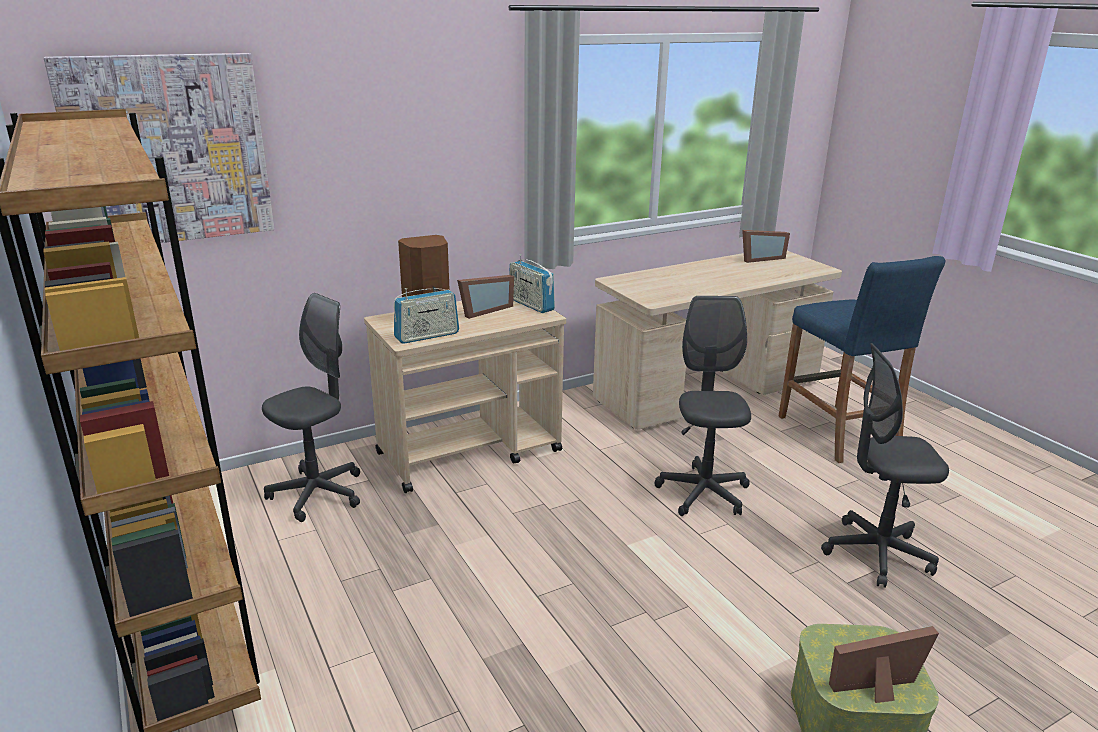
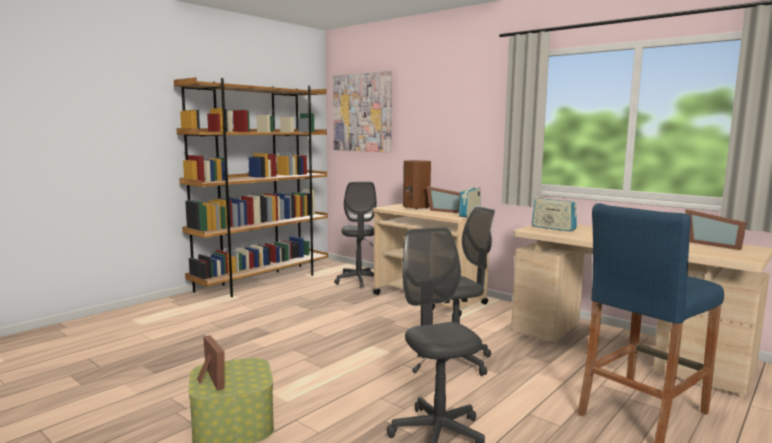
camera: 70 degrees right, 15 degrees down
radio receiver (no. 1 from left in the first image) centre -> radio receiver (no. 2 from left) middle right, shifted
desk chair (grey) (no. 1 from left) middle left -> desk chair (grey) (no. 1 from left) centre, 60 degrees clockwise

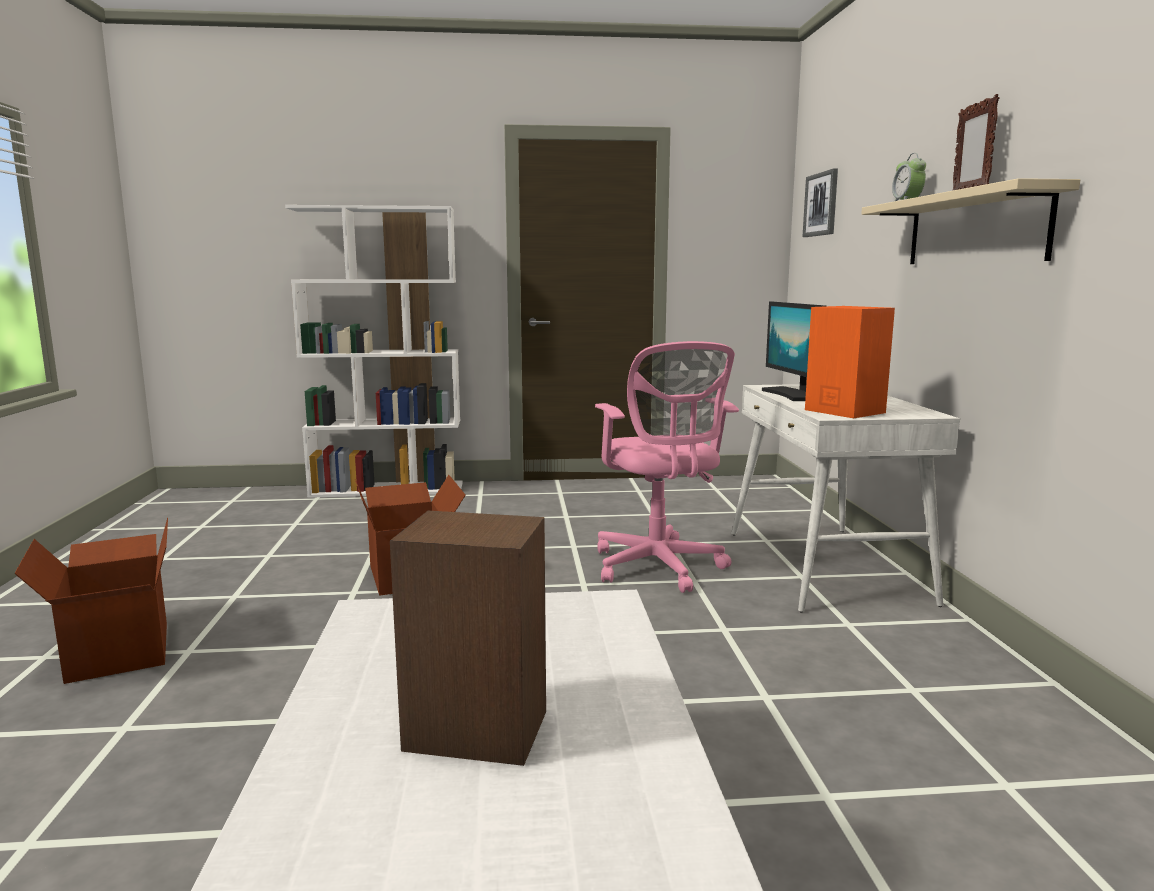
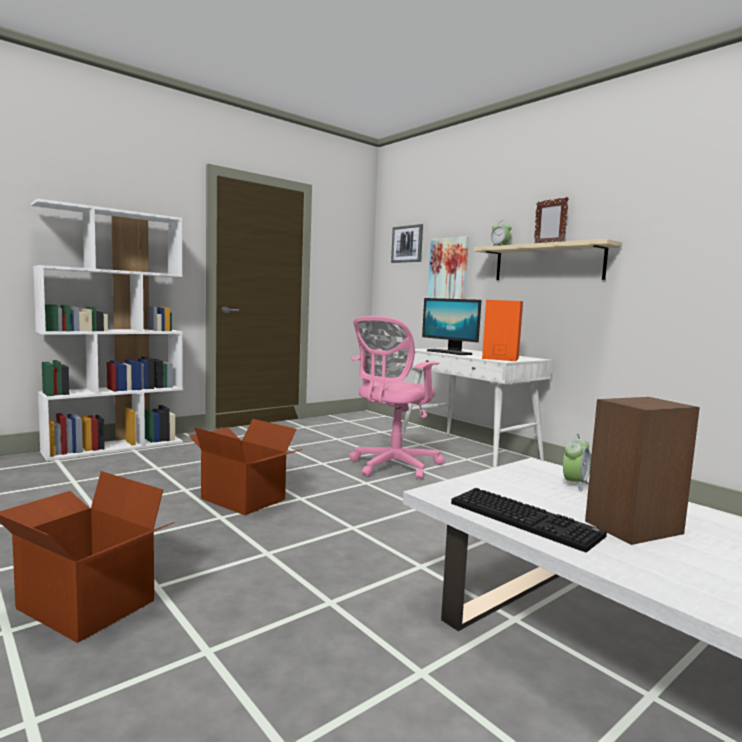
camera: 35 degrees left, 5 degrees down
desk chair (pink) centre, 90 degrees clockwise
none -> wall art (no. 2 from left) centre
none -> table clock (no. 2 from left) middle right
none -> keyboard bottom right

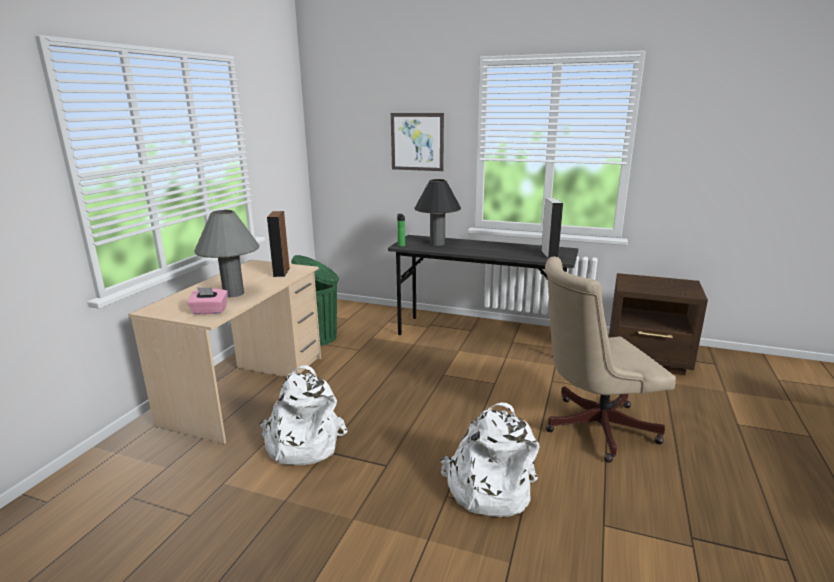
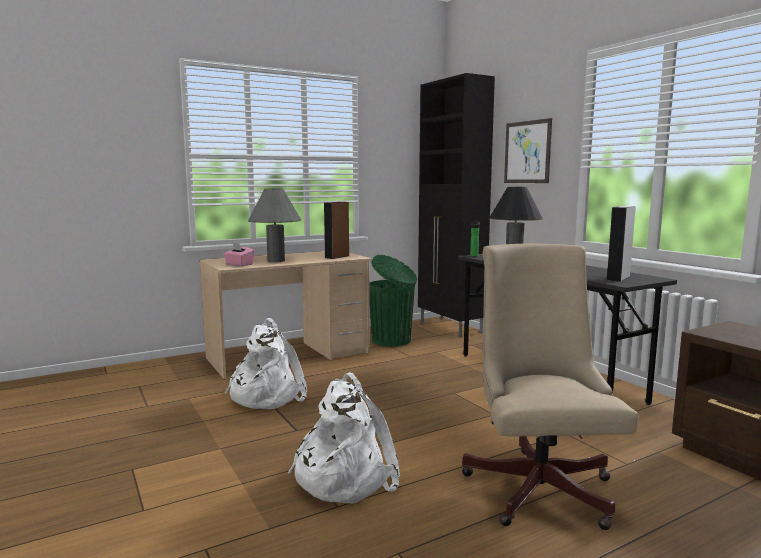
camera: 40 degrees right, 10 degrees down
desk chair (sand-coloured) middle right -> desk chair (sand-coloured) bottom right, 60 degrees clockwise
none -> cabinet (blackish) centre

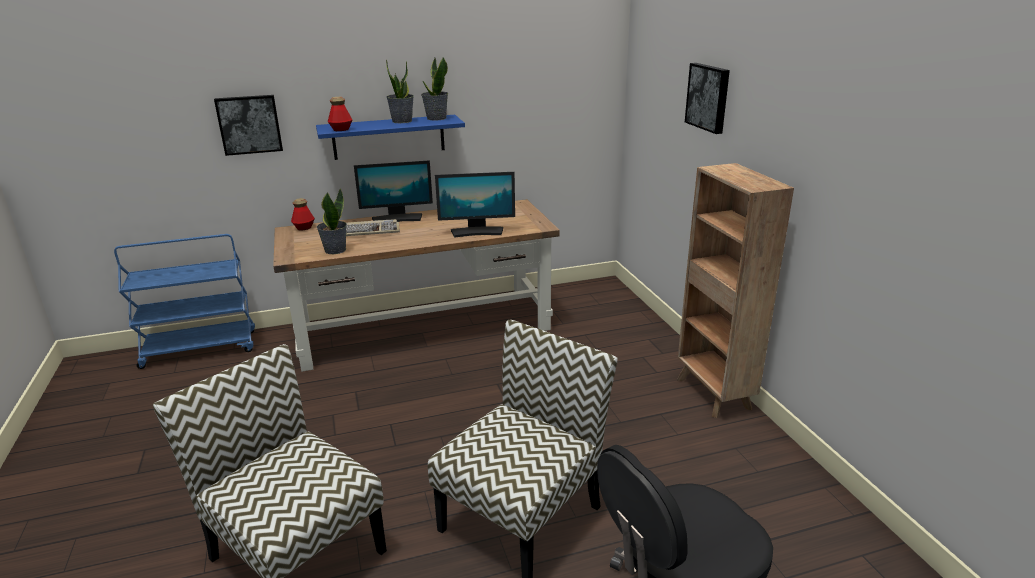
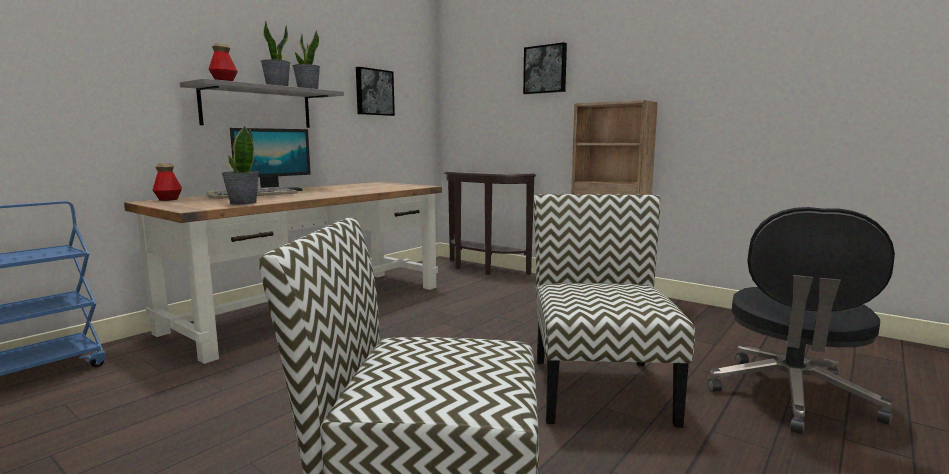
camera: 35 degrees left, 15 degrees down
wall art (no. 1 from left) top left -> wall art (no. 1 from left) top centre, shifted
shelf (blue) top centre -> shelf (grey) top left
computer screen (no. 2 from left) centre -> none
none -> hall table (brown) centre

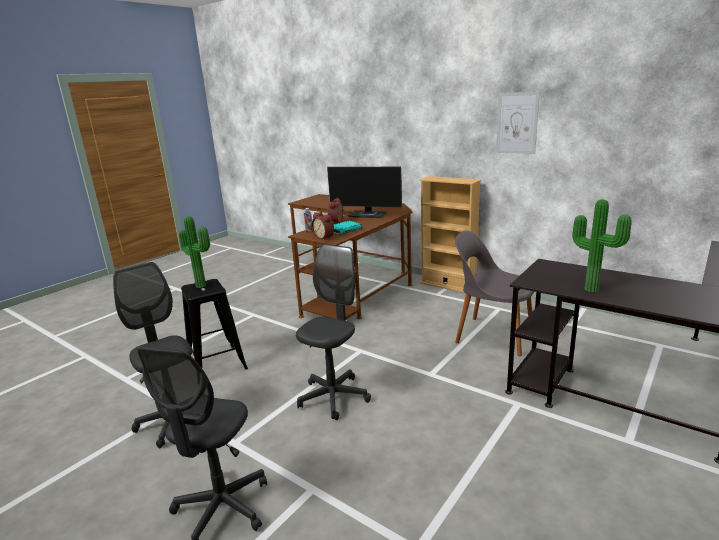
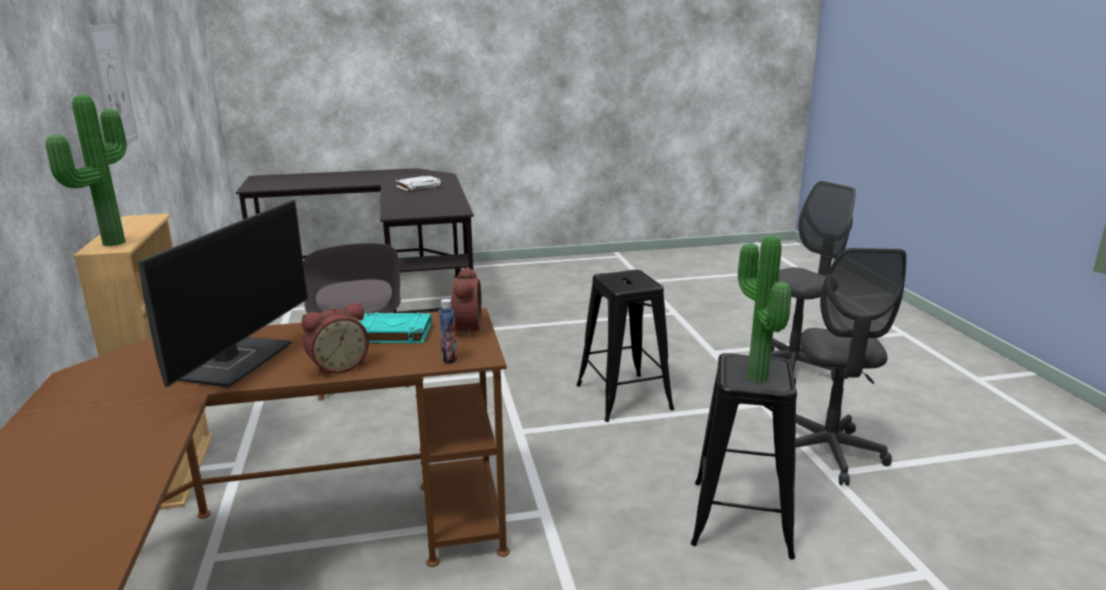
camera: 140 degrees left, 0 degrees up
computer screen centre -> computer screen middle left, 45 degrees clockwise
potted plant (no. 2 from left in the first image) middle right -> potted plant (no. 1 from left) top left, shifted
desk chair (grey) (no. 3 from left) centre -> sitting stool (blackish) (no. 1 from left) centre
none -> volume (whitish) top centre

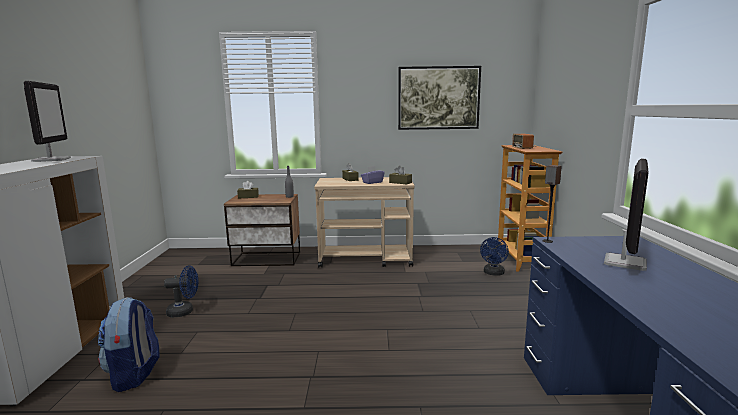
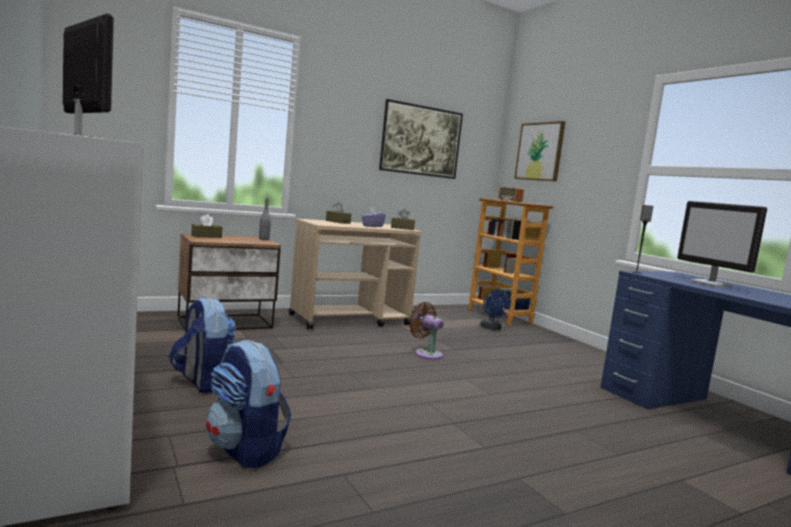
camera: 30 degrees left, 5 degrees down
computer screen (no. 2 from left) middle right, 150 degrees clockwise
cooling fan (blue) (no. 1 from left) bottom left -> rucksack (no. 1 from left) middle left
none -> wall art (no. 2 from left) top right
none -> cooling fan (brown) centre

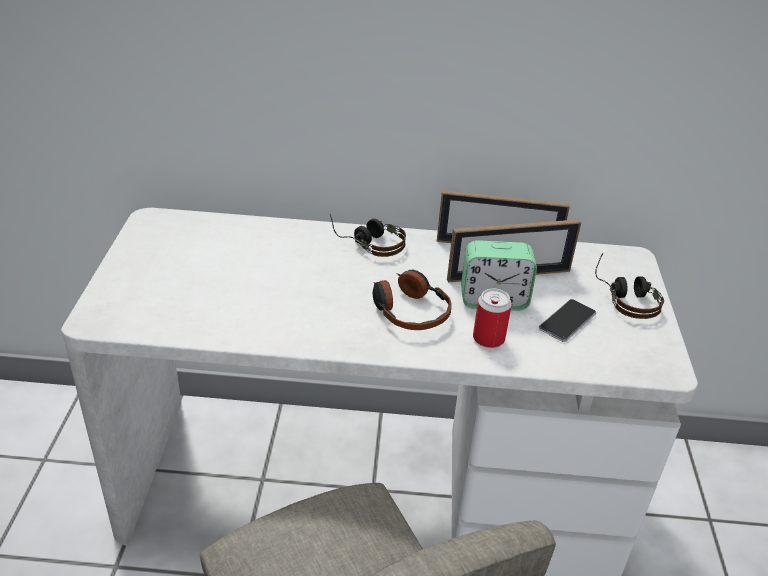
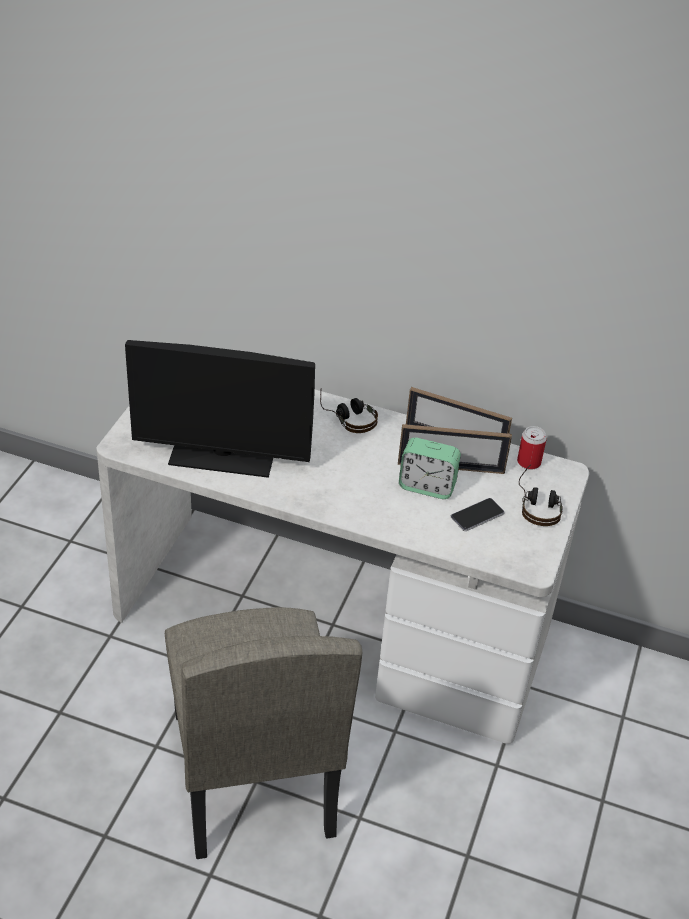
camera: 15 degrees right, 5 degrees up
headphones (no. 2 from left) centre -> none
can centre -> can middle right, shifted
none -> computer screen middle left

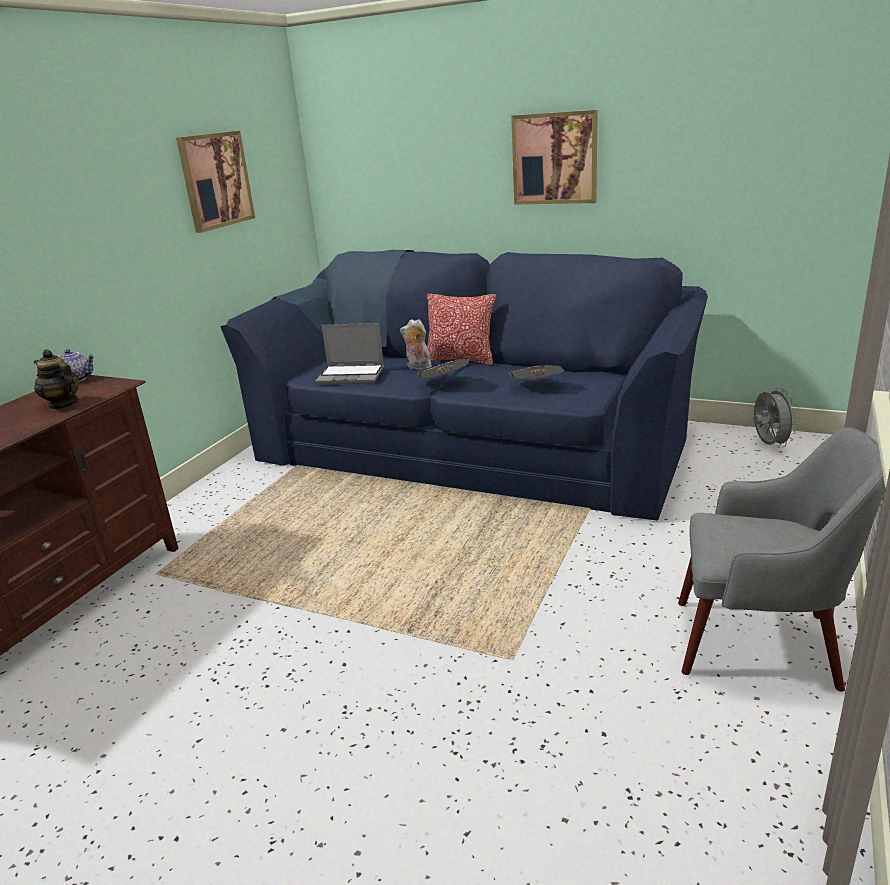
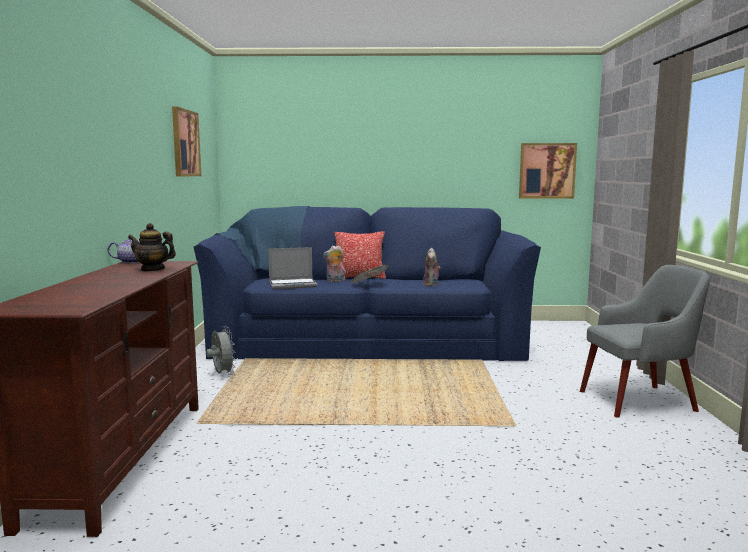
camera: 25 degrees left, 15 degrees down
wall art (no. 2 from left) top centre -> wall art (no. 2 from left) top right, shifted
newspaper (no. 2 from left) centre -> cuddly toy (no. 2 from left) centre
cooling fan (grey) middle right -> cooling fan (grey) middle left, shifted

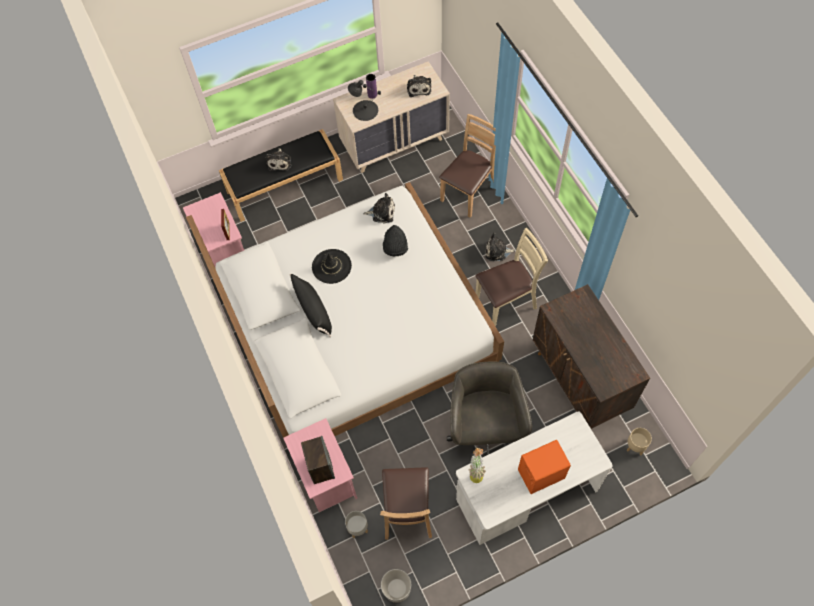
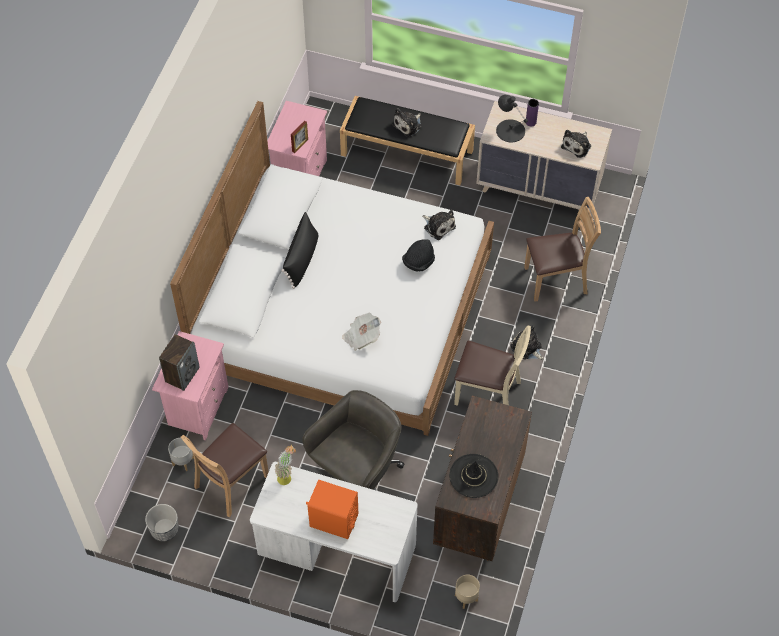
camera: 40 degrees right, 5 degrees down
wearable hat (blackish) (no. 1 from left in the first image) centre -> wearable hat (blackish) (no. 2 from left) bottom centre, shifted
none -> newspaper centre

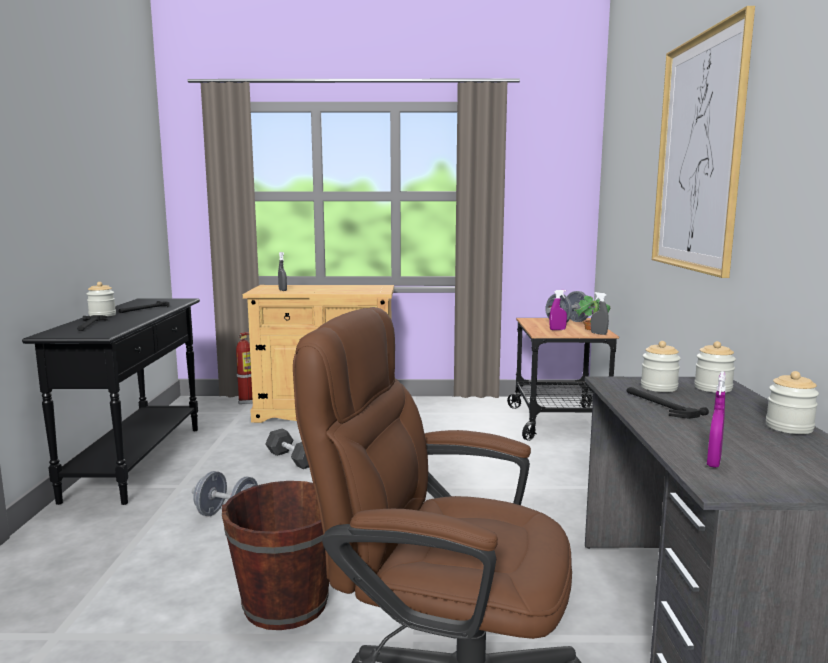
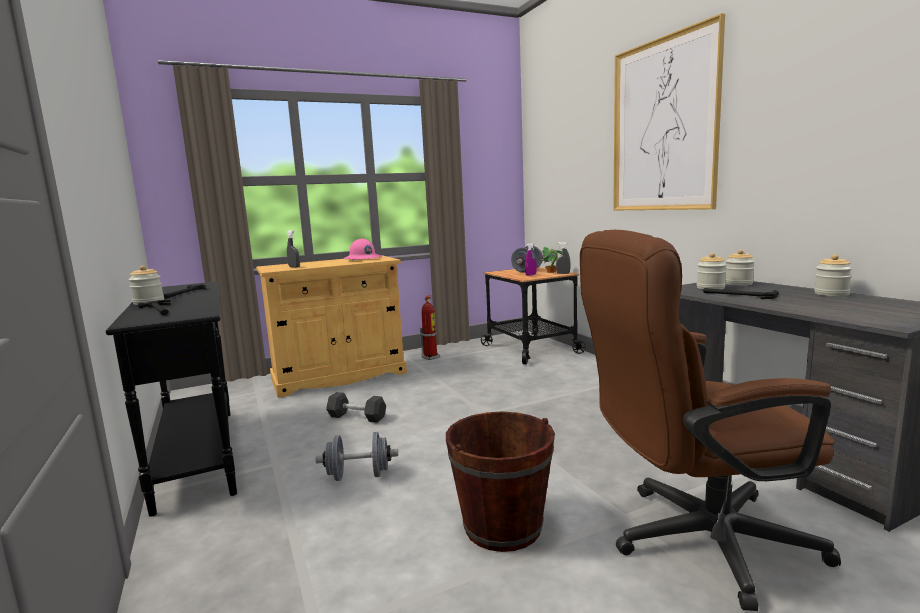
camera: 25 degrees left, 0 degrees up
fire-fighting cylinder middle left -> fire-fighting cylinder centre, shifted
sprayer (purple) (no. 2 from left) middle right -> none
none -> work helmet (pink) centre

